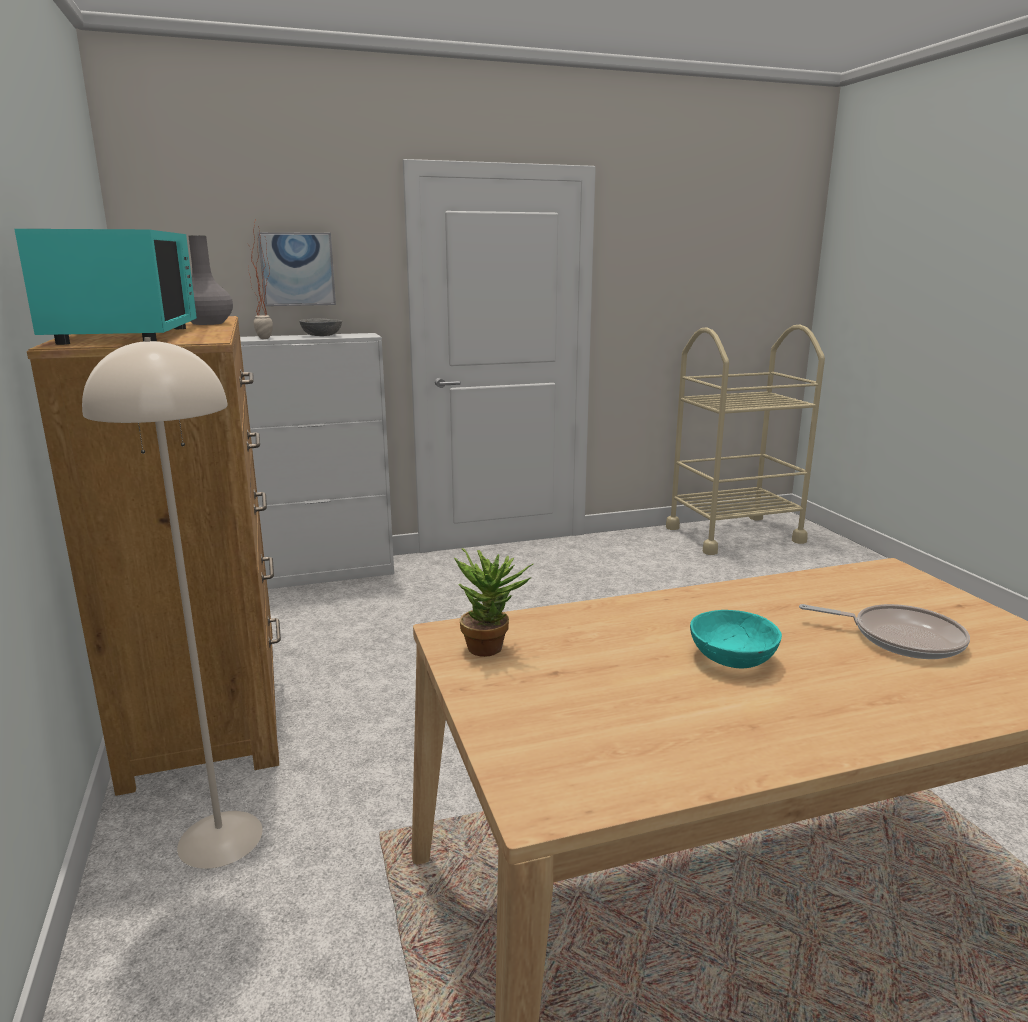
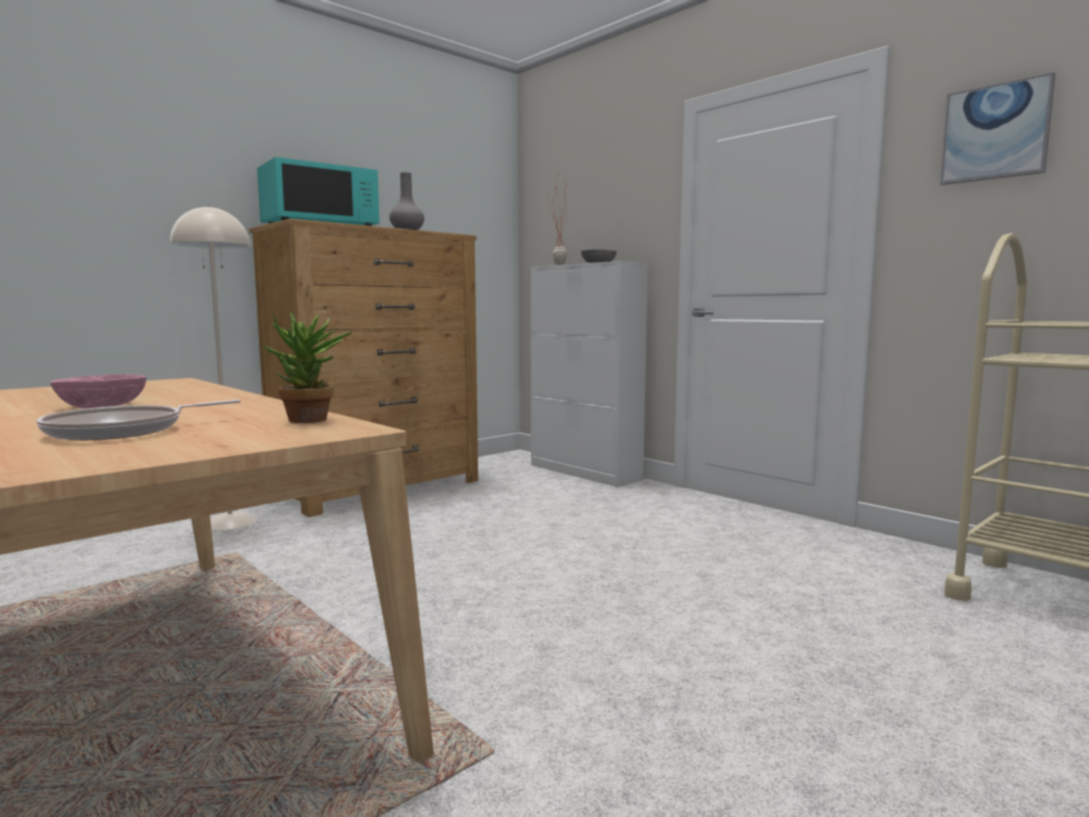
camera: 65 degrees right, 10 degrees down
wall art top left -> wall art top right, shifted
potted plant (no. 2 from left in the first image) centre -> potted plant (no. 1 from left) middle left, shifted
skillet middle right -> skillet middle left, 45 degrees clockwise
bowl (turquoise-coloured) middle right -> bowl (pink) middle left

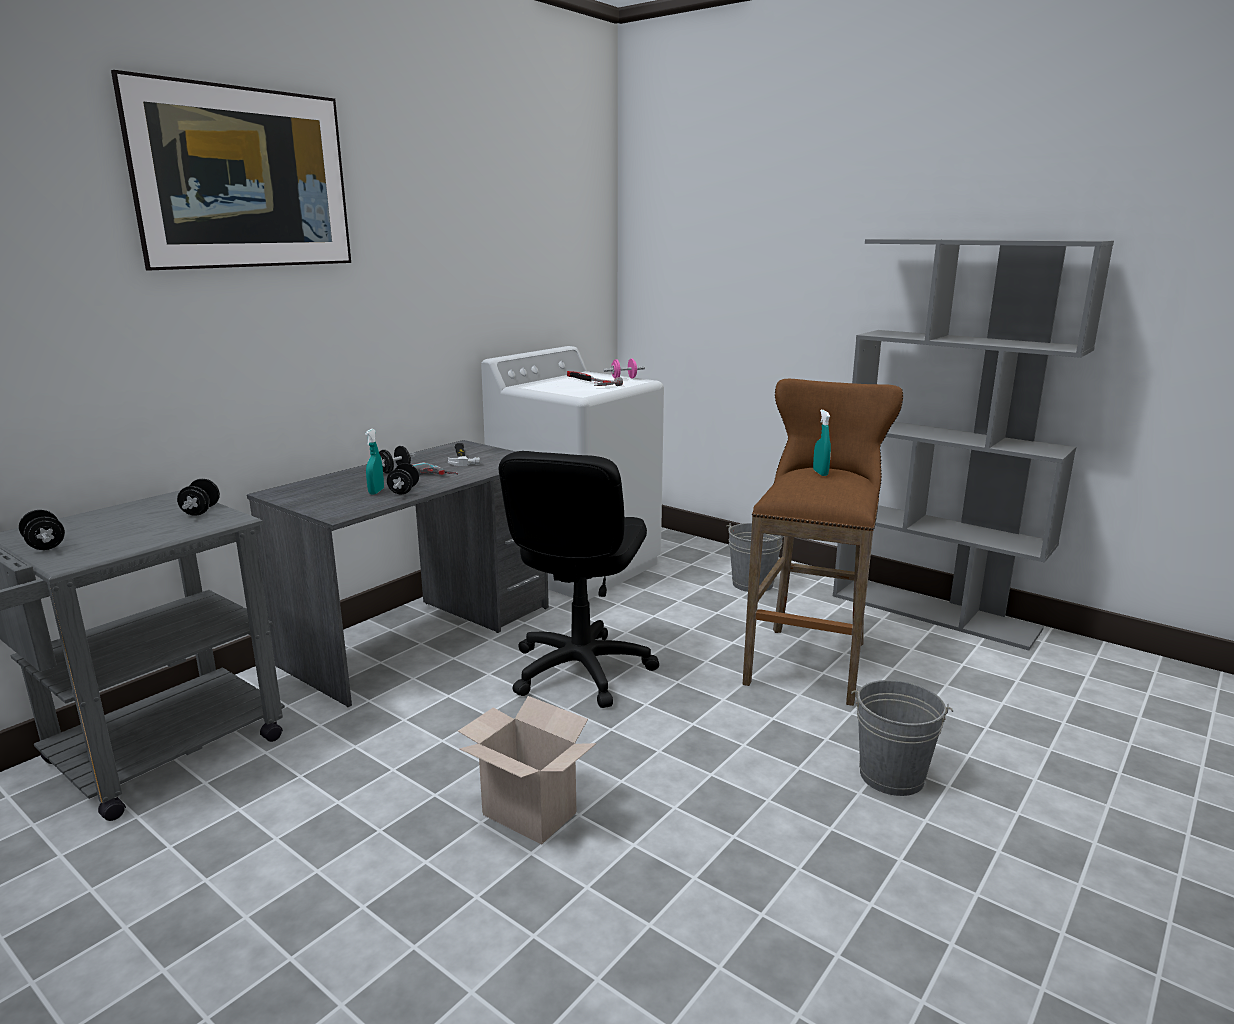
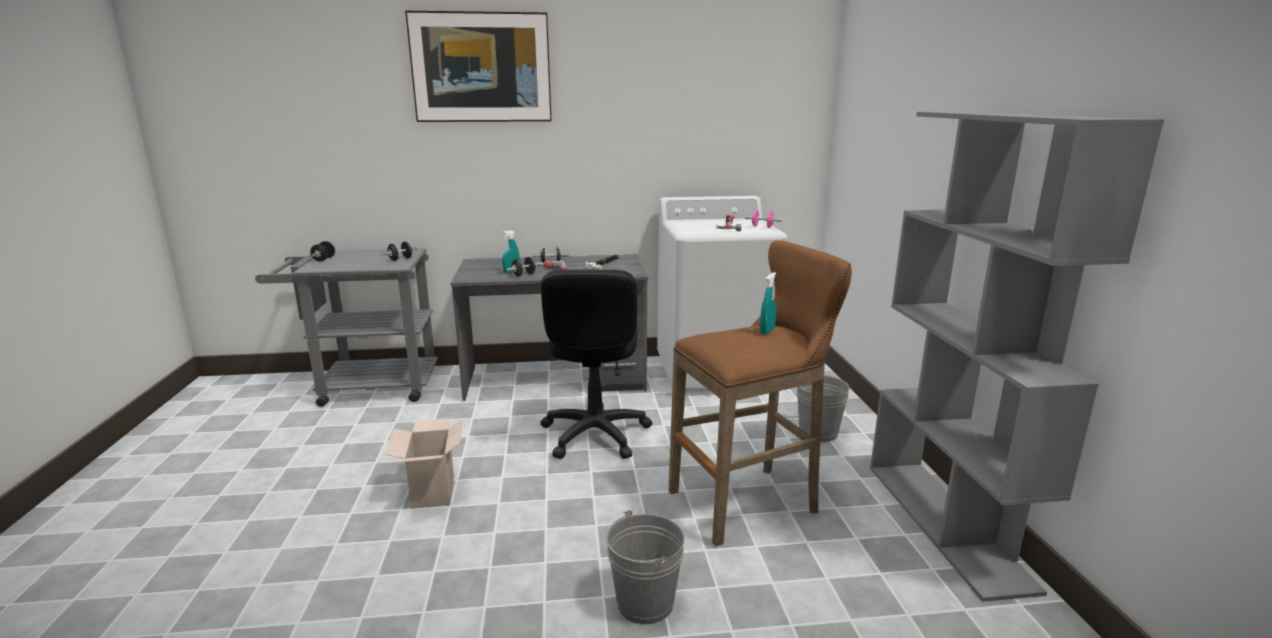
camera: 45 degrees right, 0 degrees up
desk chair (blackish) centre, 60 degrees counterclockwise

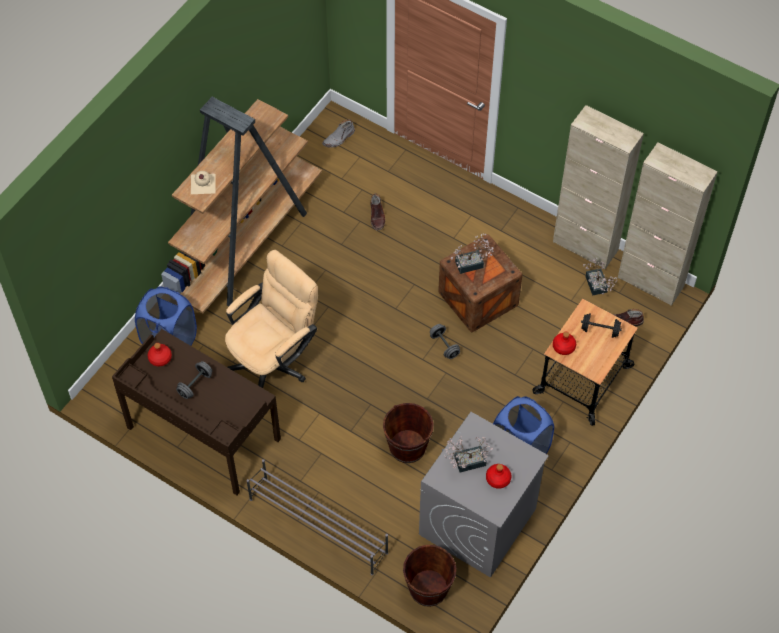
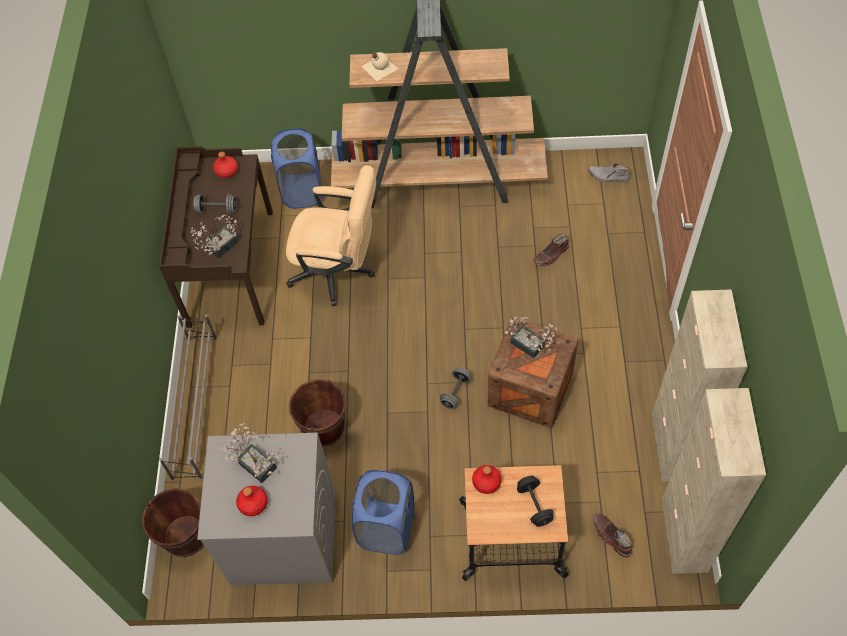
camera: 60 degrees right, 0 degrees up
potted plant (no. 3 from left in the first image) middle right -> potted plant (no. 1 from left) middle left, shifted

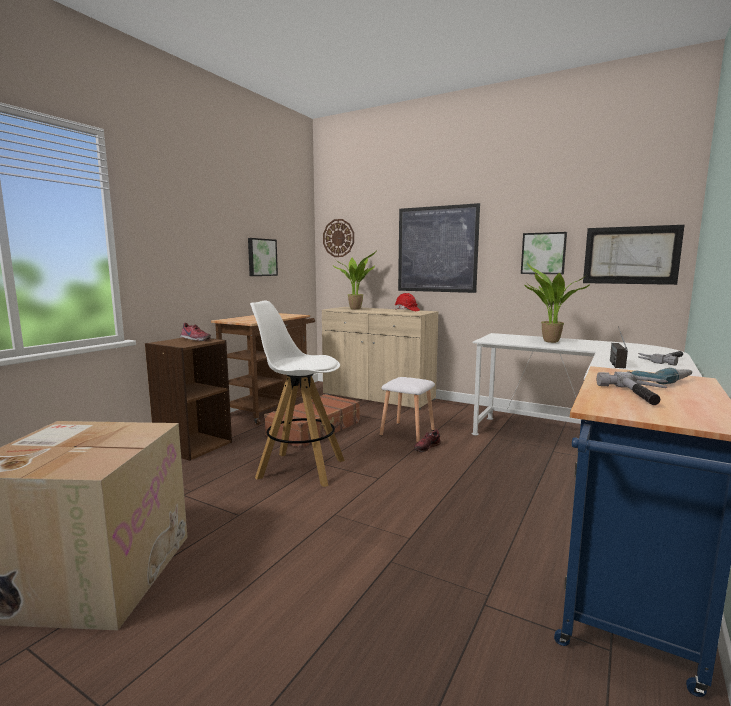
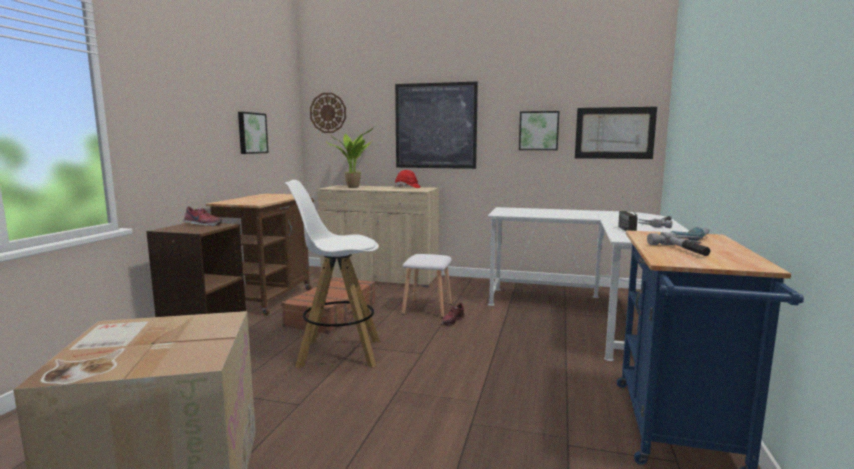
camera: 15 degrees left, 0 degrees up
potted plant (no. 2 from left) middle right -> none

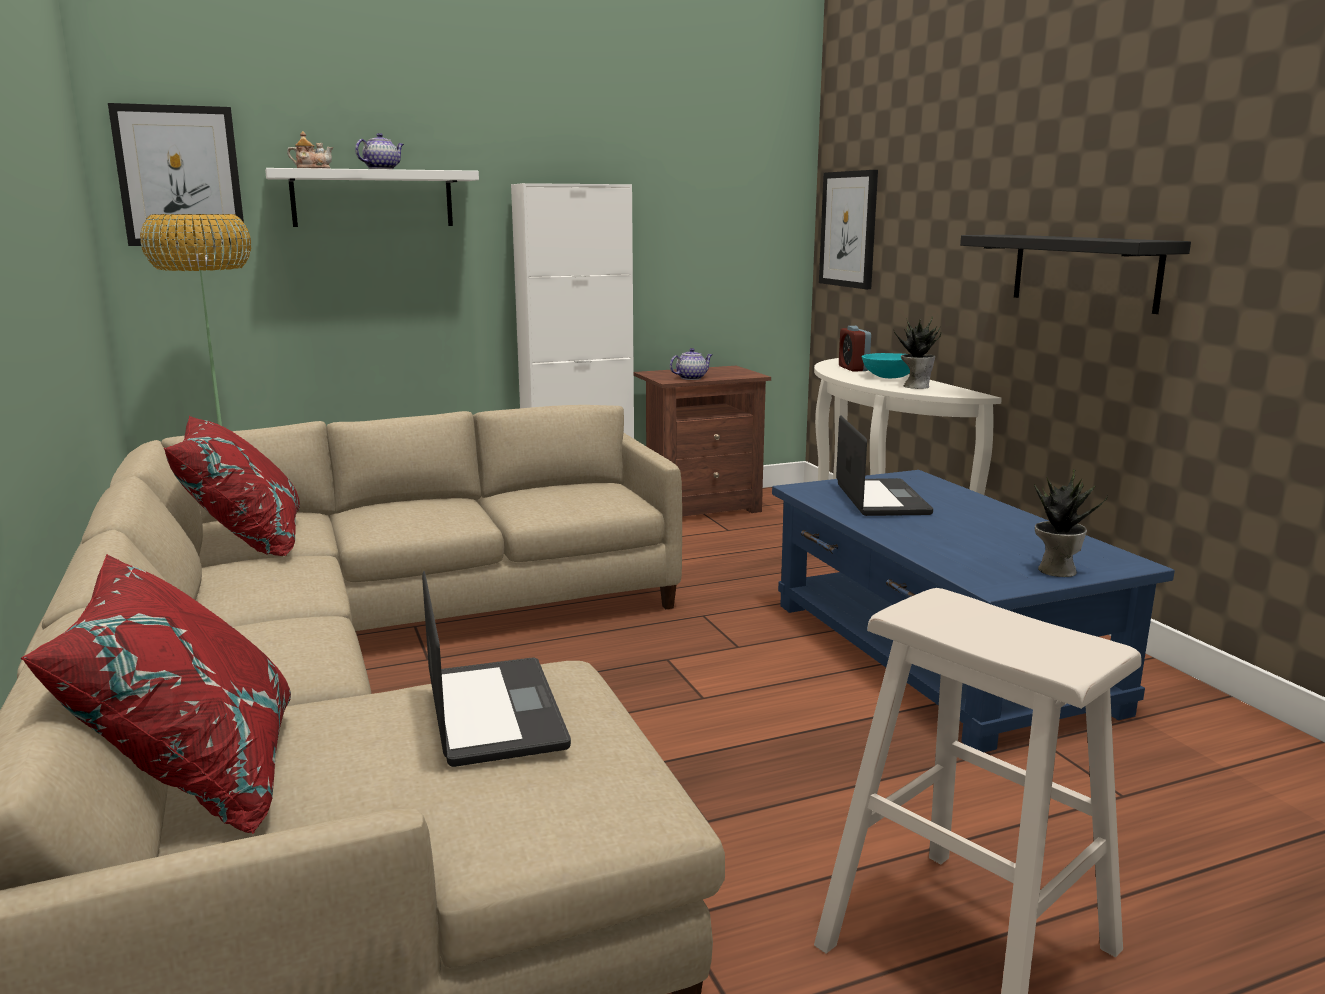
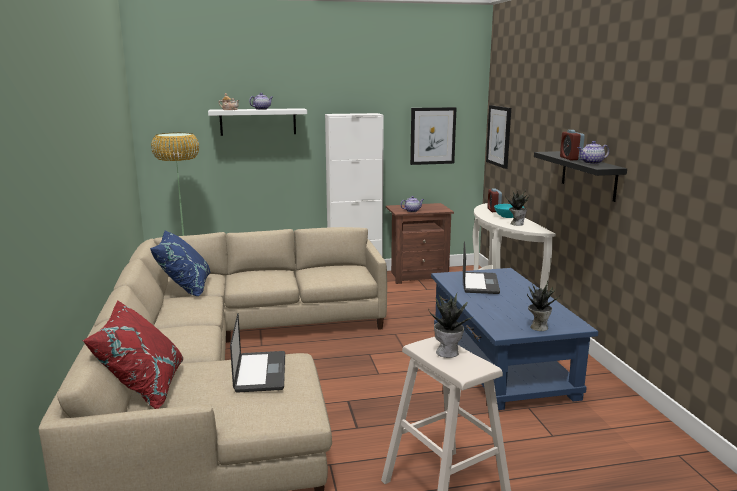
camera: 10 degrees right, 0 degrees up
wall art (no. 1 from left) top left -> wall art (no. 1 from left) top centre, shifted
throw pillow (reddish) (no. 2 from left) middle left -> throw pillow (blue) middle left
none -> table clock (no. 2 from left) top right
none -> tea pot (no. 4 from left) top right
none -> potted plant (no. 1 from left) centre

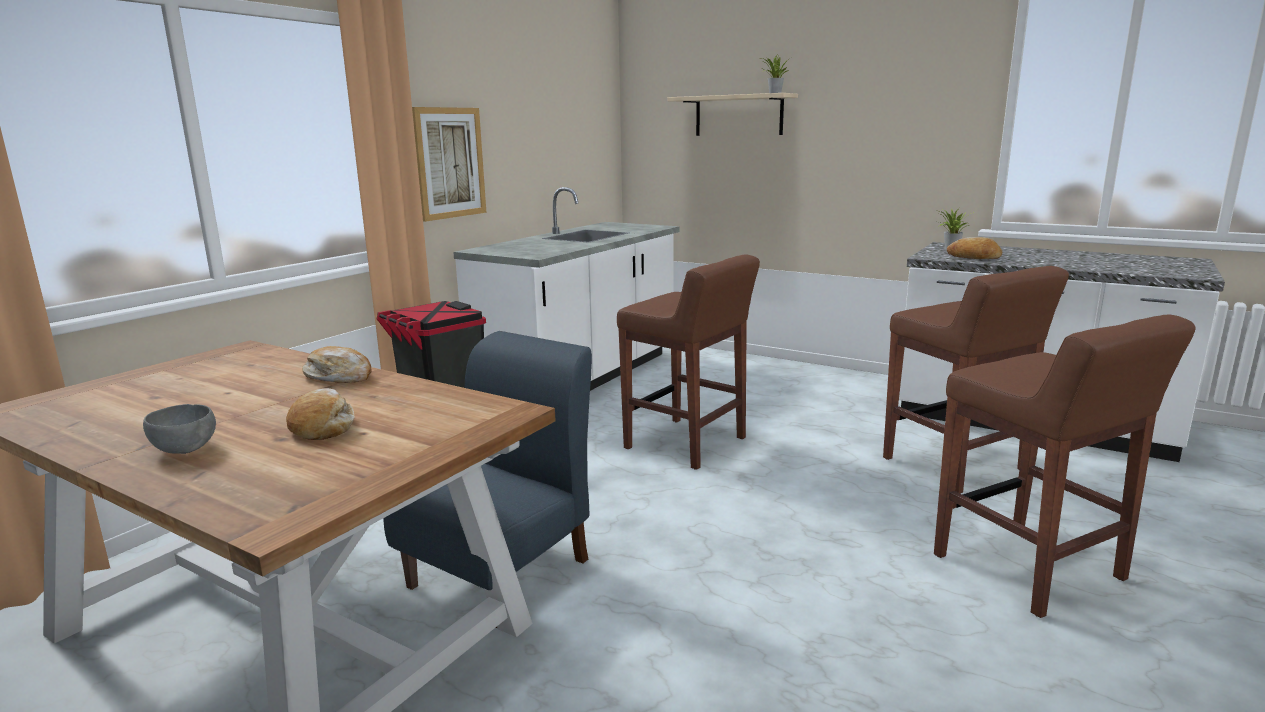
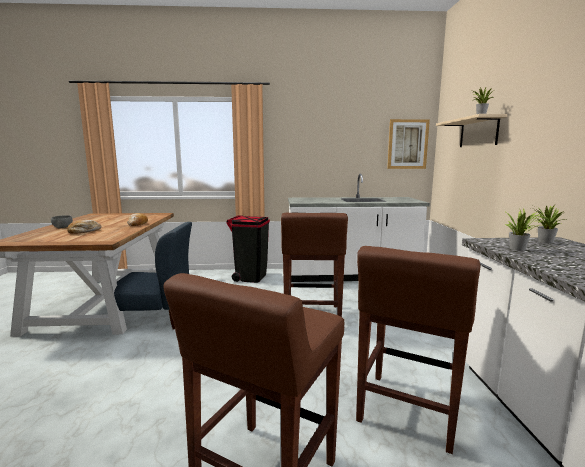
camera: 55 degrees right, 5 degrees down
wall art top centre -> wall art top right, shifted
baked bread (no. 3 from left) middle right -> potted plant (no. 2 from left) middle right

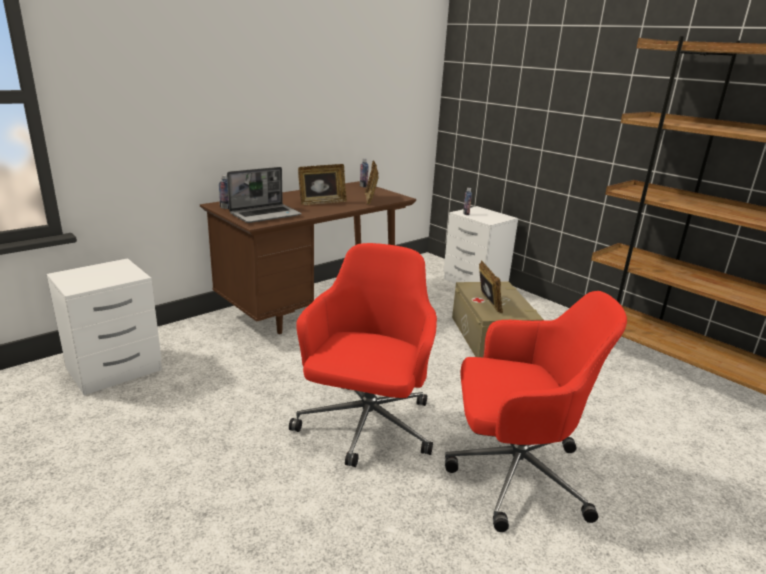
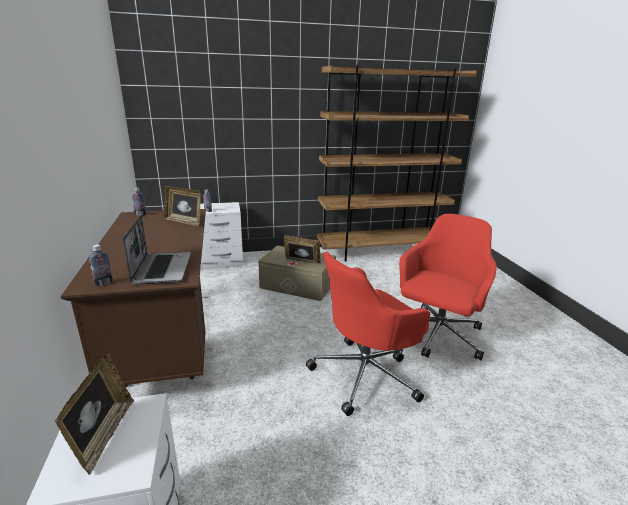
camera: 60 degrees left, 0 degrees up
standing frame (no. 1 from left) top centre -> standing frame (no. 1 from left) bottom left, shifted
desk chair (reddish) (no. 1 from left) centre, 75 degrees counterclockwise

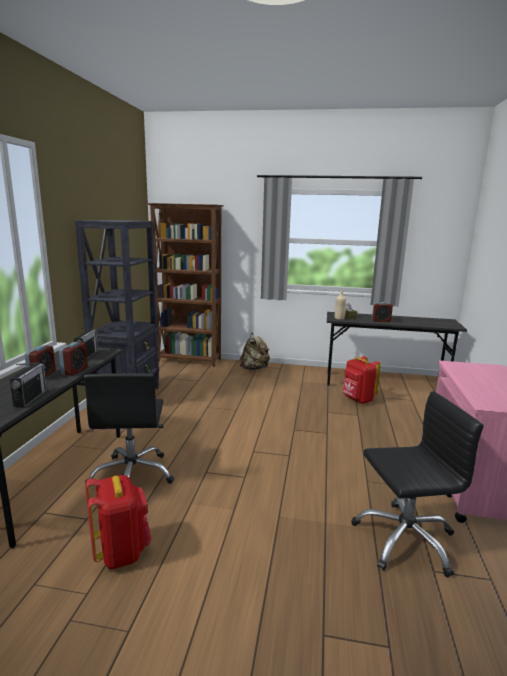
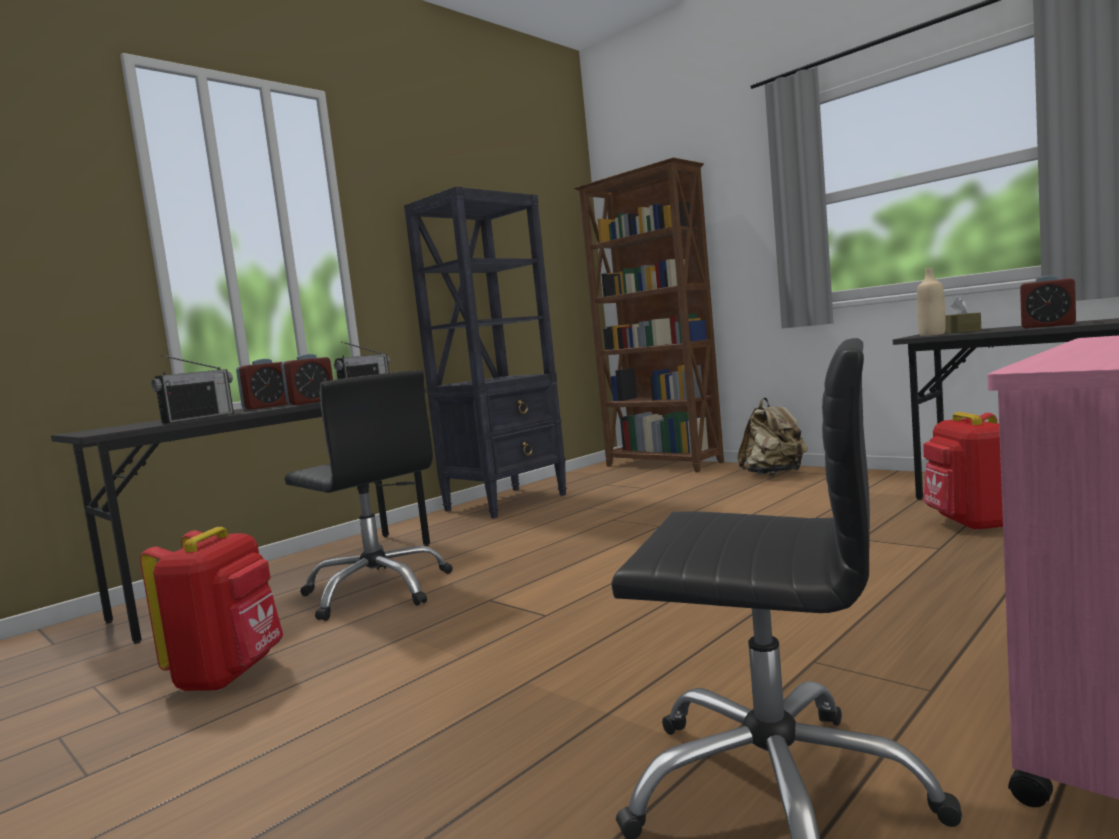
camera: 35 degrees right, 10 degrees down
desk chair (blackish) (no. 1 from left) middle left, 75 degrees counterclockwise

